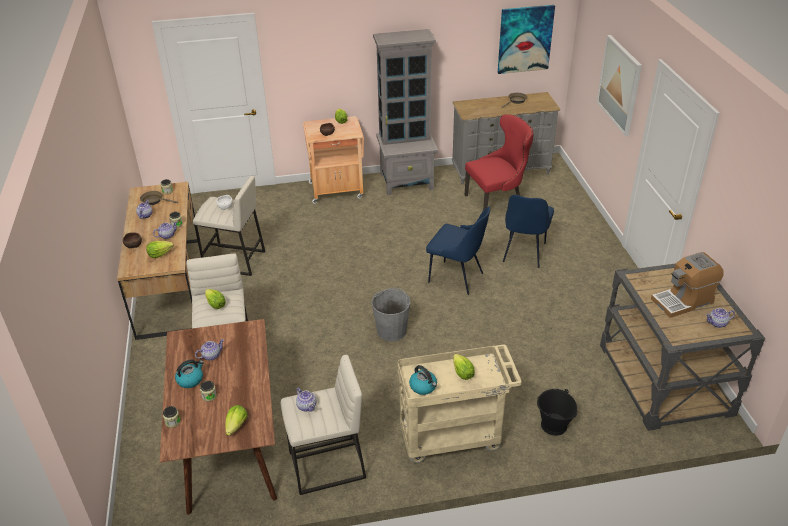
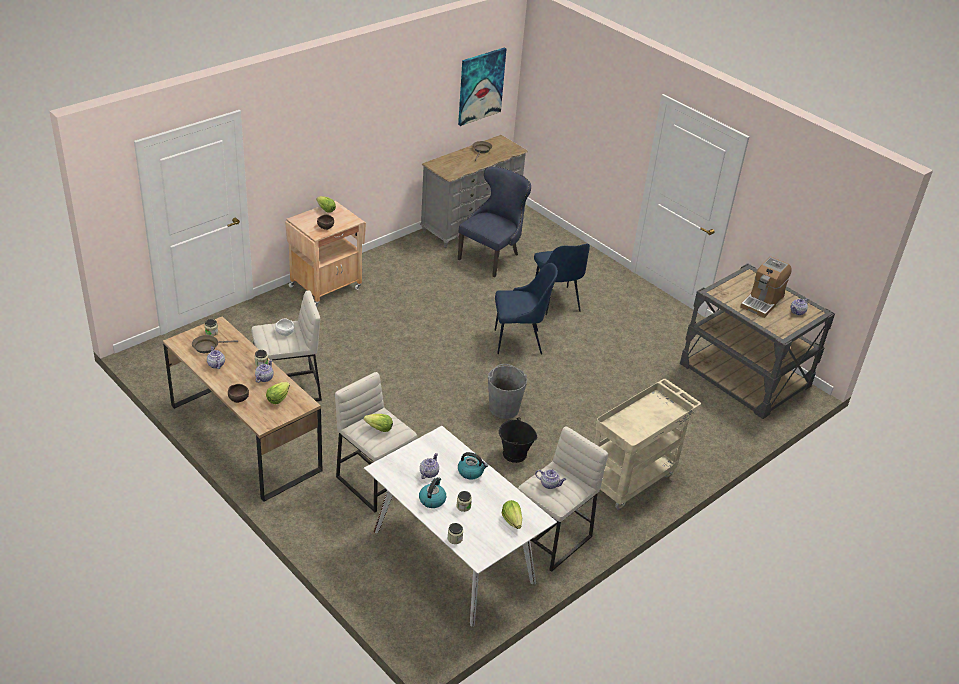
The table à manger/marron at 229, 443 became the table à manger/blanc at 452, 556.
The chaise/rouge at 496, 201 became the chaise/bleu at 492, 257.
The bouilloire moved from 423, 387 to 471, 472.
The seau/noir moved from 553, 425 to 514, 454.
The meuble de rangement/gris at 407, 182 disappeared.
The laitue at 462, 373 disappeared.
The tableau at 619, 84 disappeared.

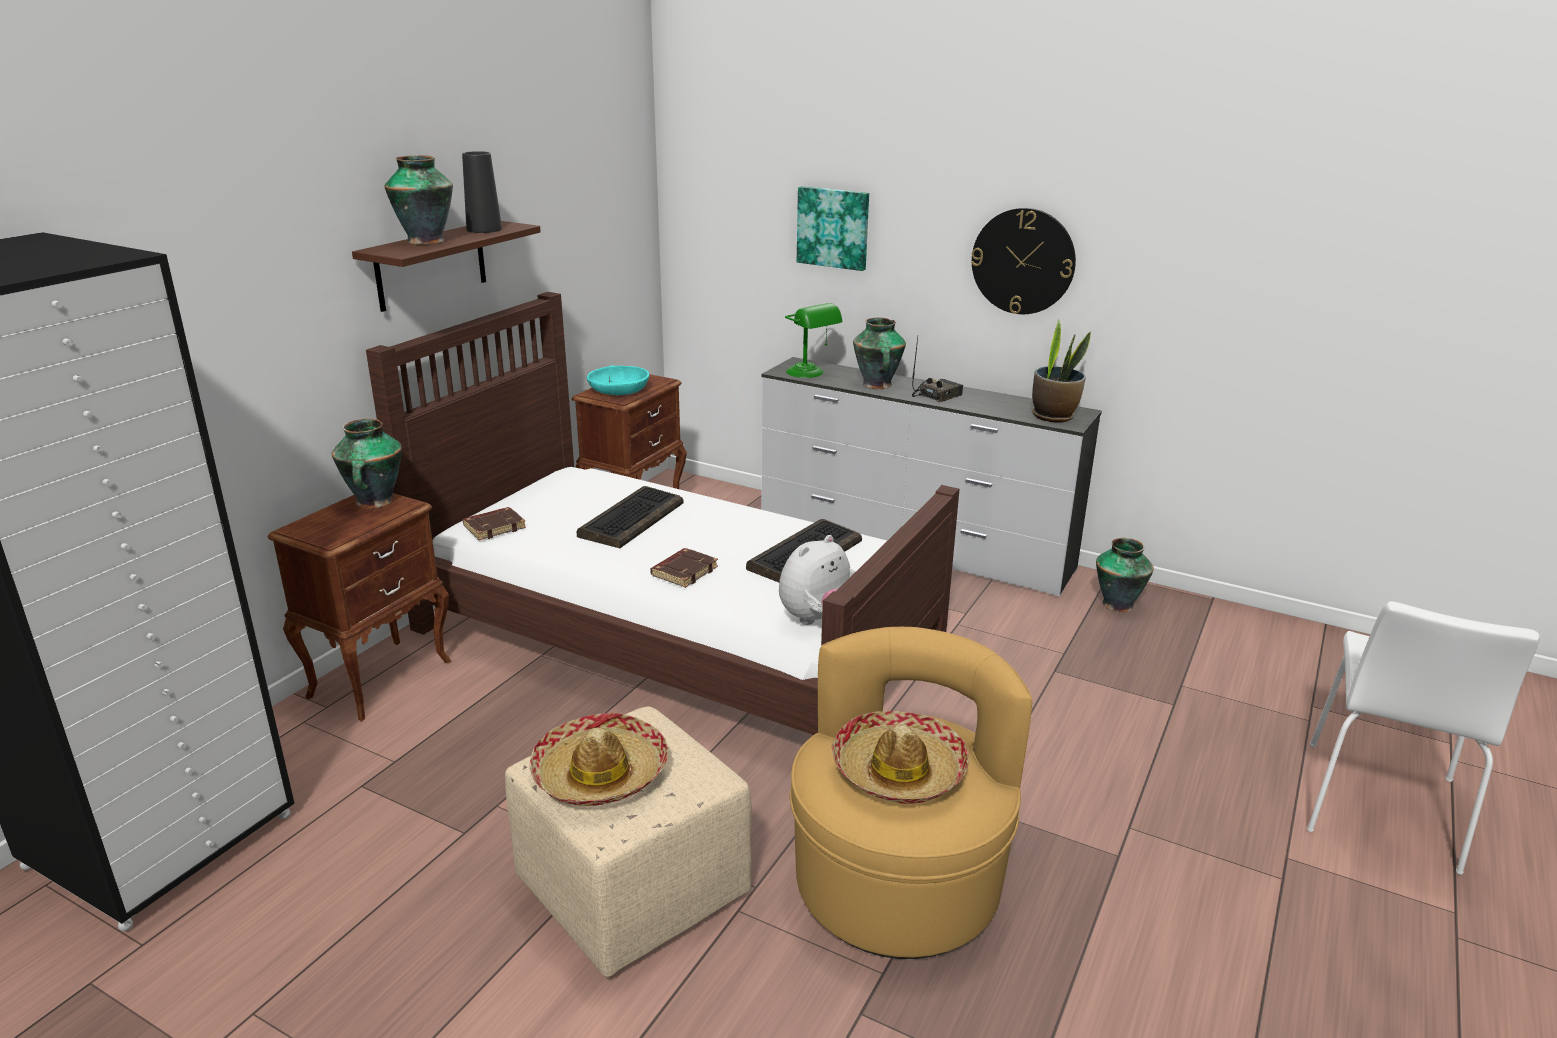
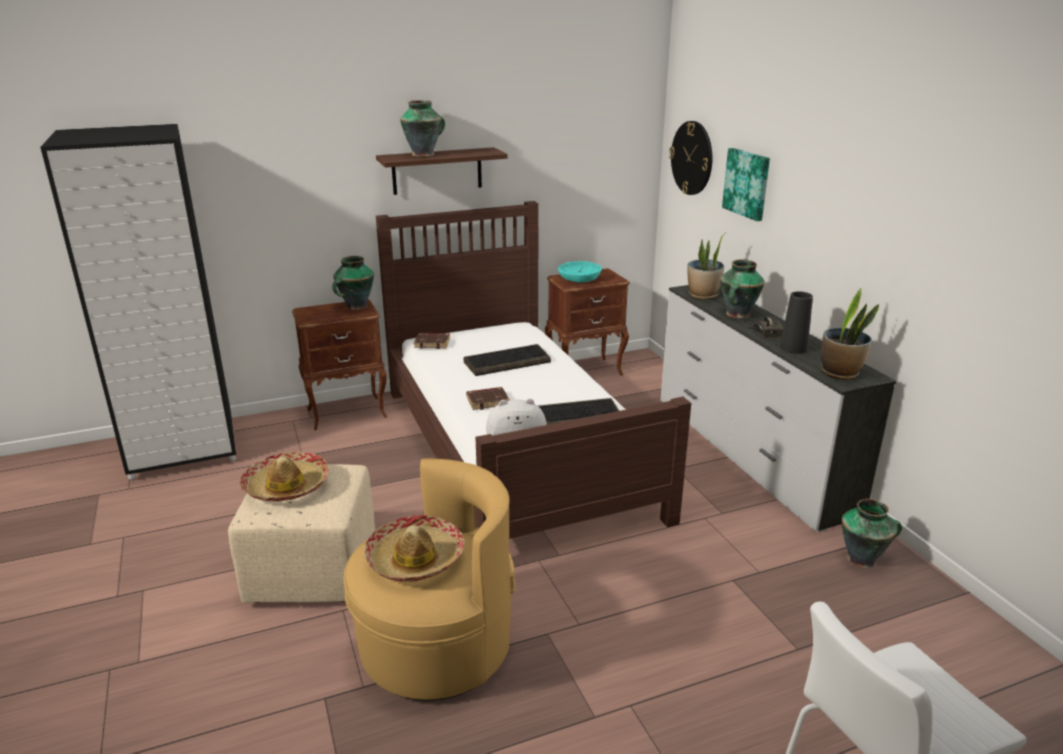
The horloge murale moved from 1023, 261 to 692, 158.
The lampe de table/vert at 810, 373 was replaced by the plante en pot at 703, 295.
The vase/noir moved from 484, 229 to 793, 348.

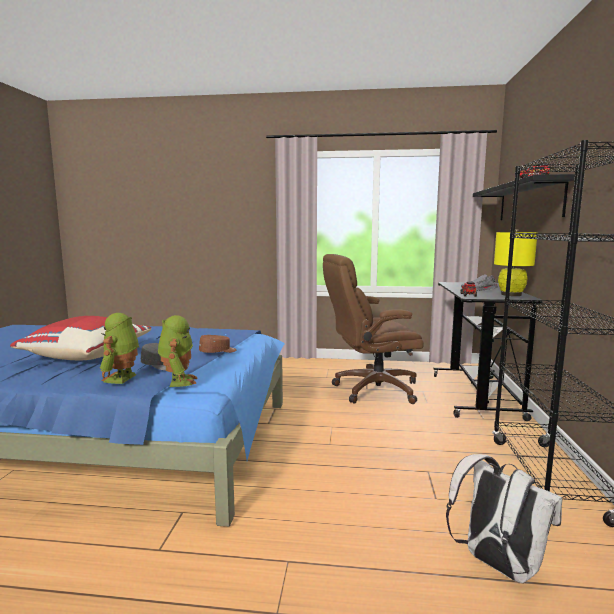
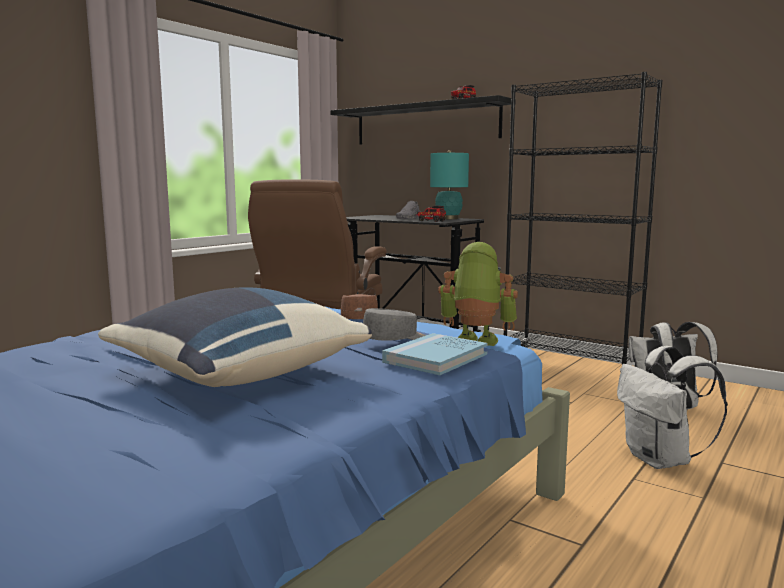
The coussin/rouge at 86, 356 became the coussin/bleu at 235, 374.
The robot jouet at 122, 379 was replaced by the livre/bleu at 435, 358.
The lampe de table/jaune at 511, 294 became the lampe de table/turquoise at 448, 218.
The sac à dos/blanc at 661, 460 appeared.

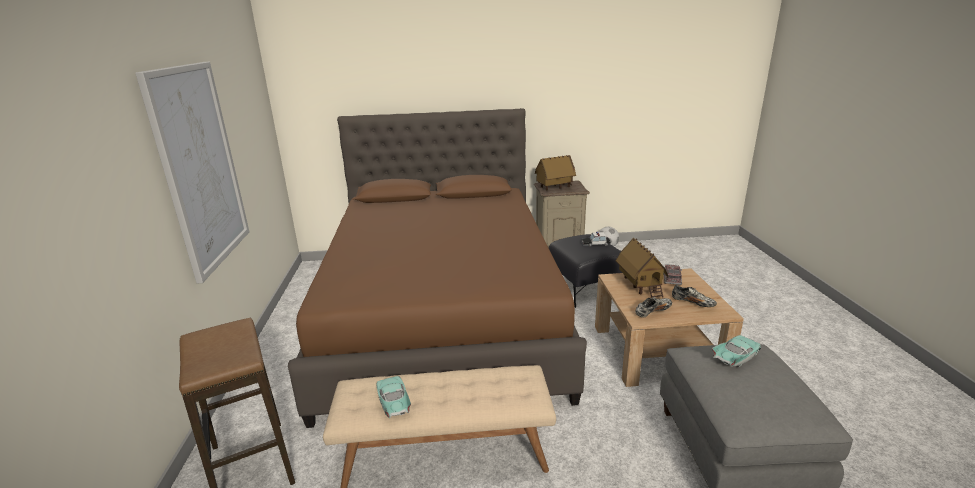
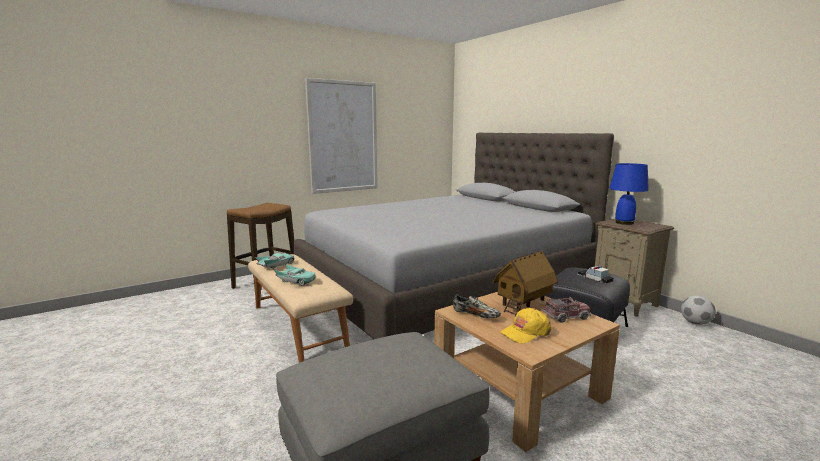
The petite voiture/turquoise moved from 735, 357 to 295, 280.
The lit/marron at 443, 314 became the lit/gris at 447, 286.
The chaussure at 693, 303 was replaced by the casquette/jaune at 525, 332.
The maison miniature at 555, 187 was replaced by the lampe de table/bleu at 624, 222.

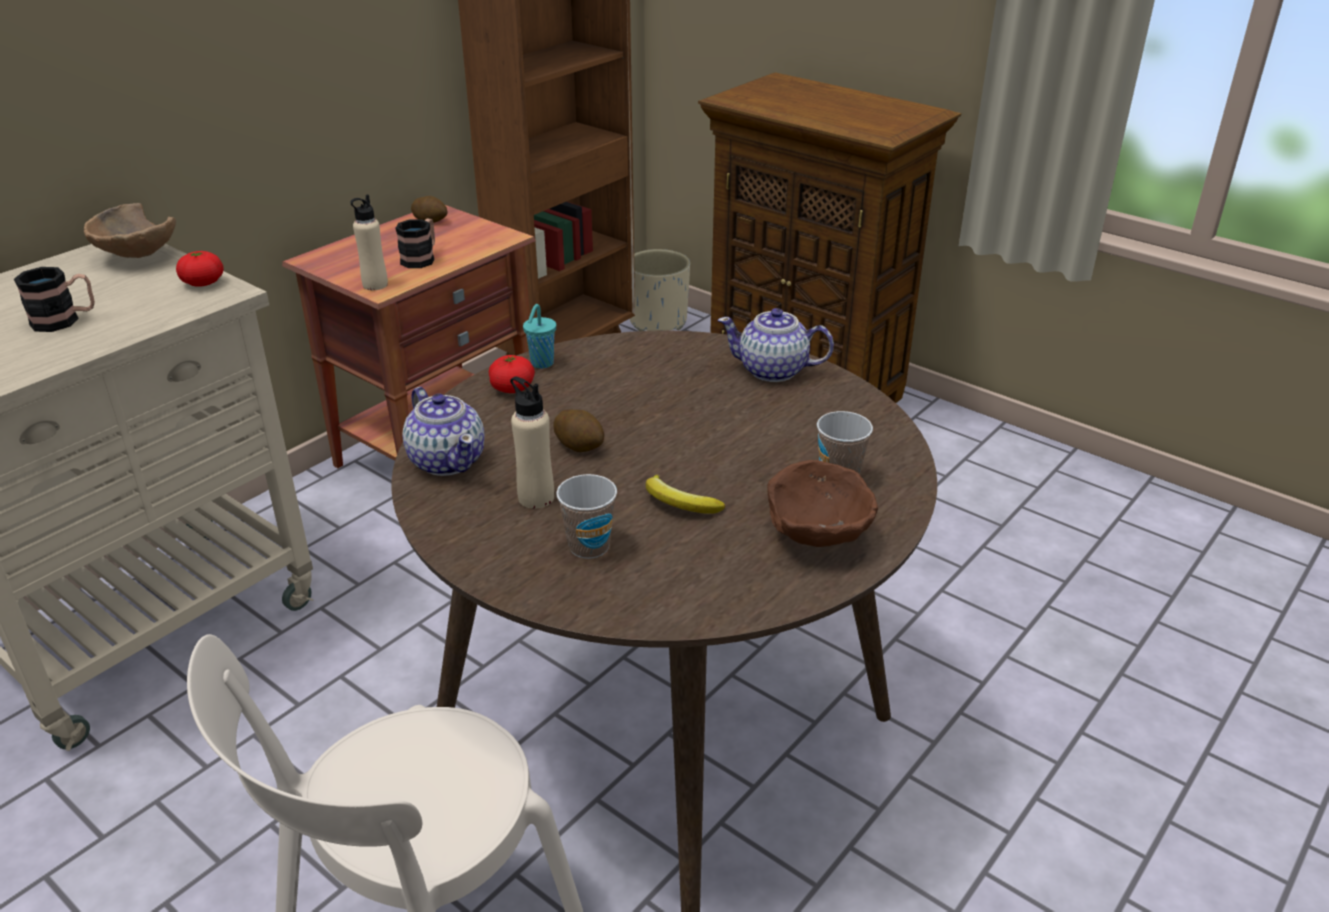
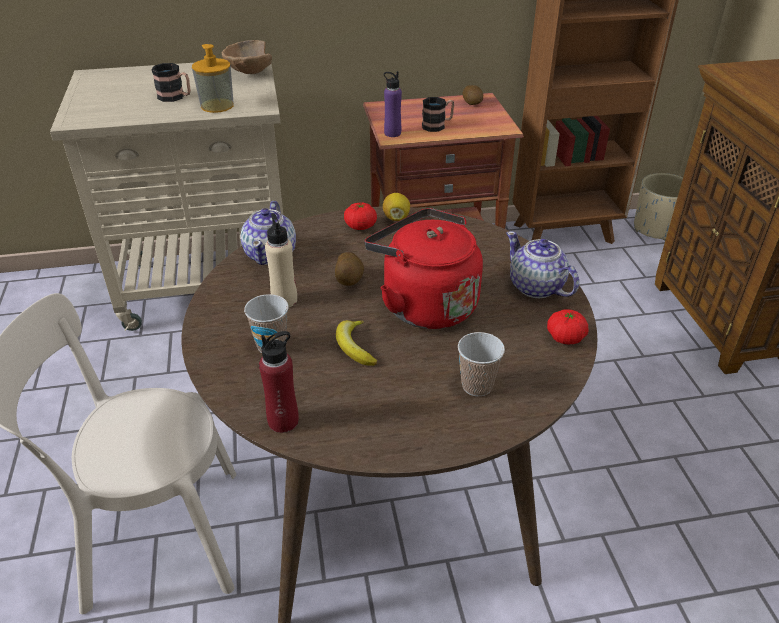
The distributeur de savon at 217, 105 appeared.
The bouteille/rouge at 283, 421 appeared.
The bouilloire/rouge at 424, 304 appeared.
The tasse/turquoise at 541, 364 was replaced by the citron at 396, 218.
The bouteille/beige at 375, 285 became the bouteille/violet at 392, 133.
The tomate moved from 203, 283 to 565, 338.
The bol/marron at 820, 537 disappeared.

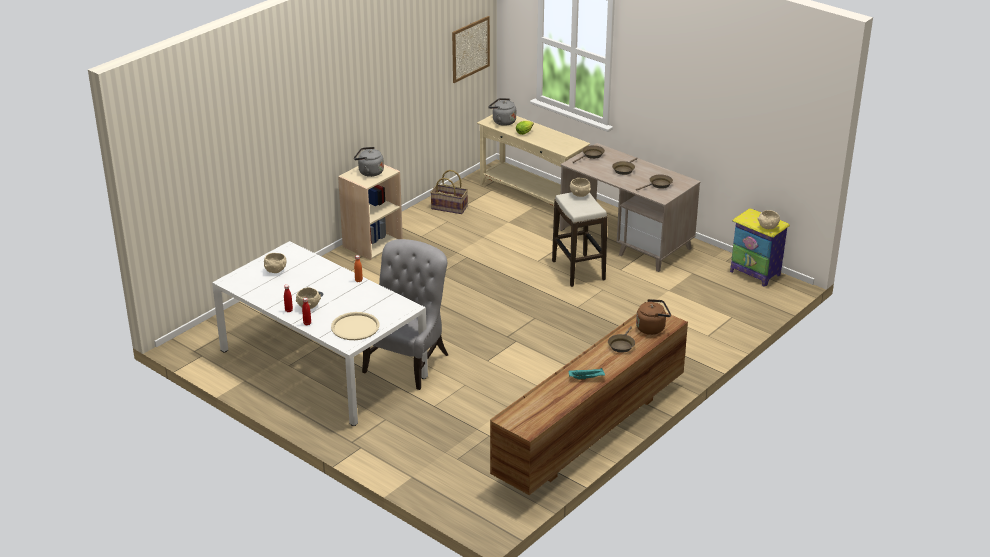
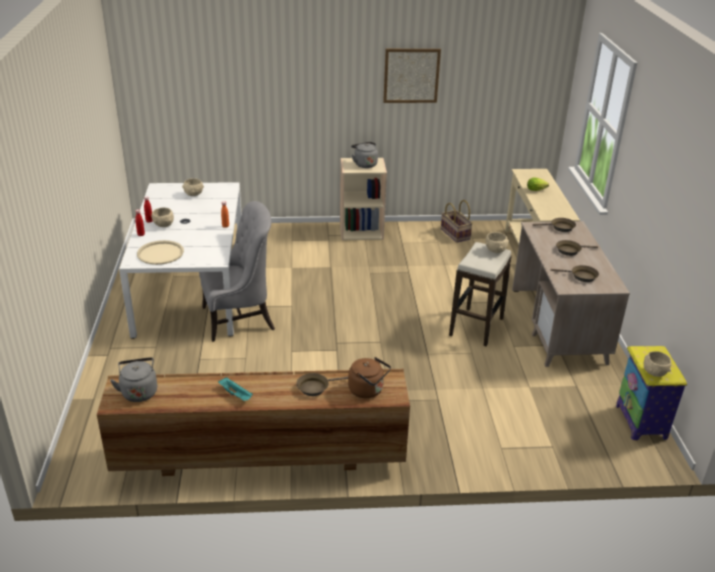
The bouilloire/gris moved from 502, 121 to 139, 391.
The tableau moved from 470, 48 to 411, 75.

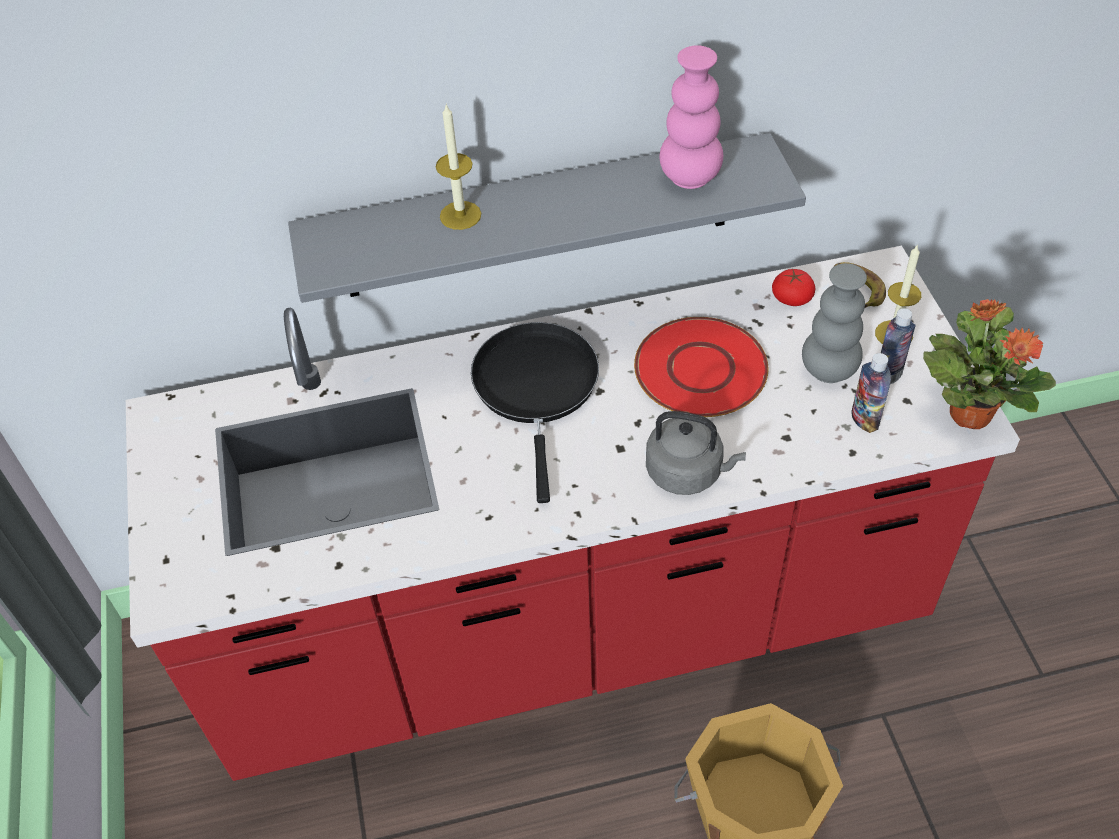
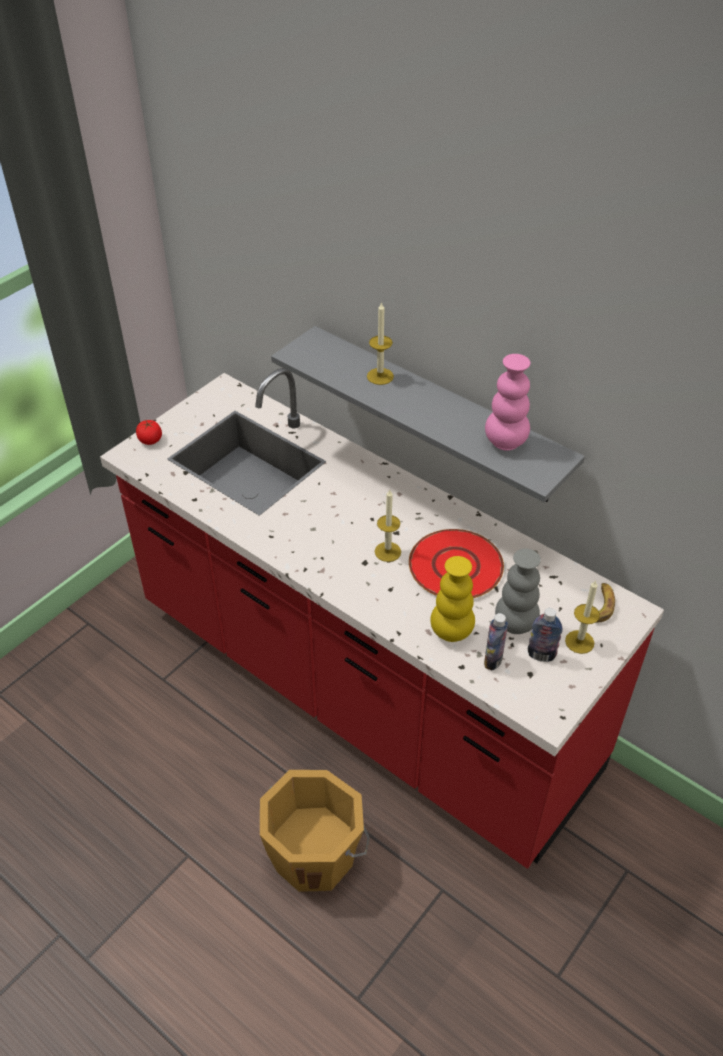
The tomate moved from 792, 298 to 150, 439.
The bougie at 387, 551 appeared.
The vase/jaune at 451, 632 appeared.
The poêle/noir at 536, 388 disappeared.
The bouilloire/gris at 688, 472 disappeared.
The plante en pot at 969, 413 disappeared.

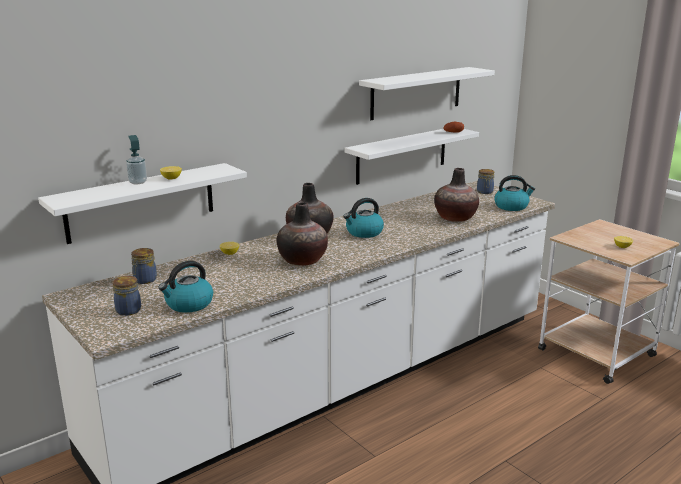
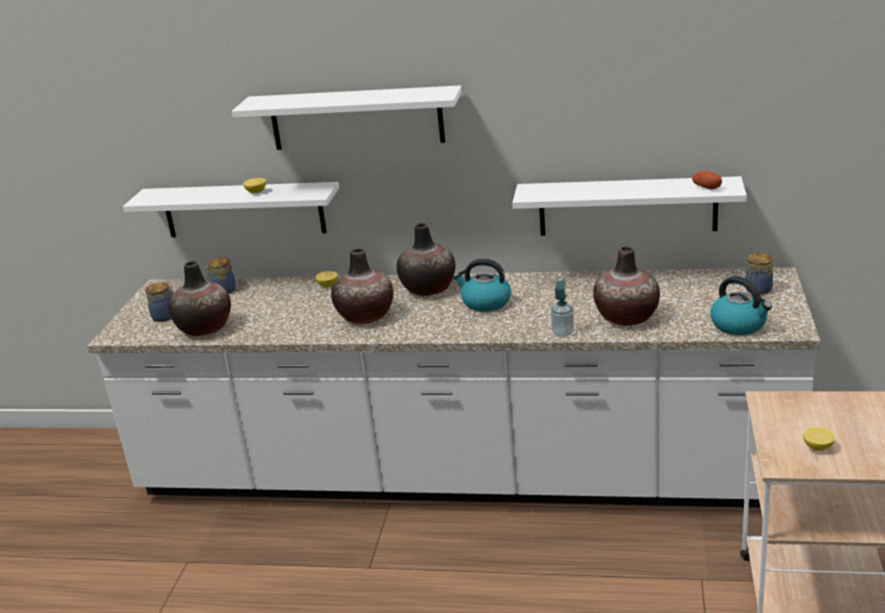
The bouilloire at 188, 304 was replaced by the vase at 205, 328.
The étagère/blanc moved from 416, 93 to 356, 118.
The distributeur de savon moved from 138, 182 to 563, 333.

